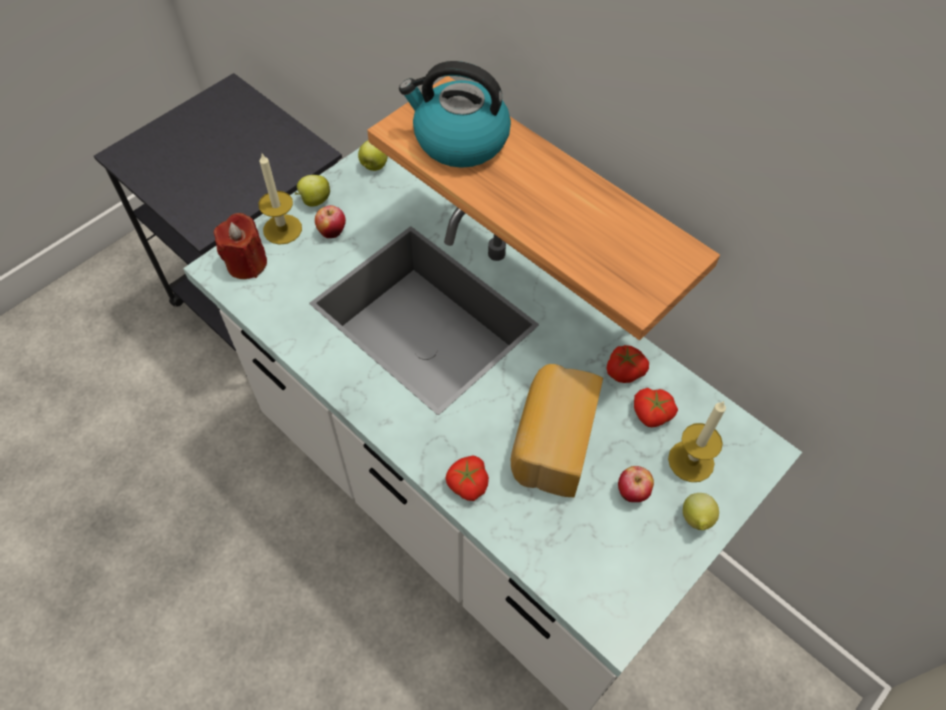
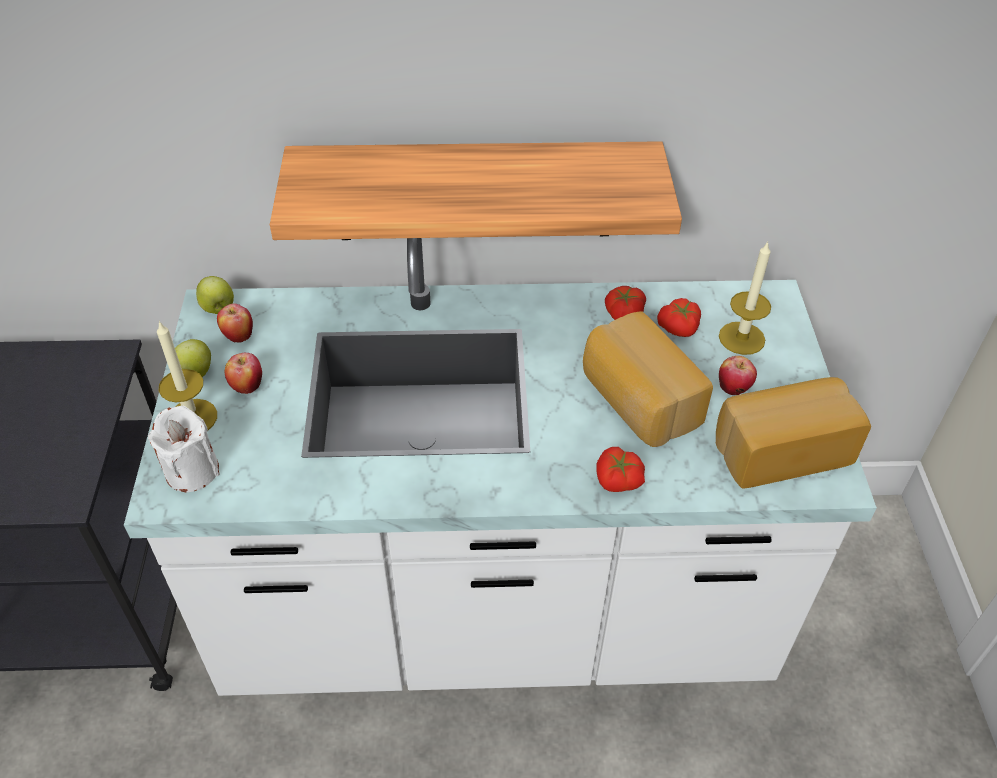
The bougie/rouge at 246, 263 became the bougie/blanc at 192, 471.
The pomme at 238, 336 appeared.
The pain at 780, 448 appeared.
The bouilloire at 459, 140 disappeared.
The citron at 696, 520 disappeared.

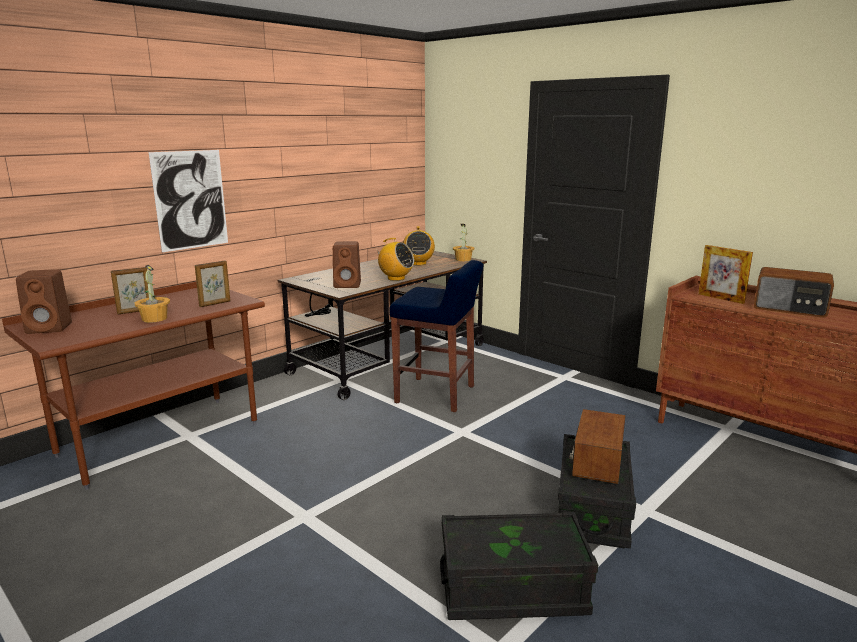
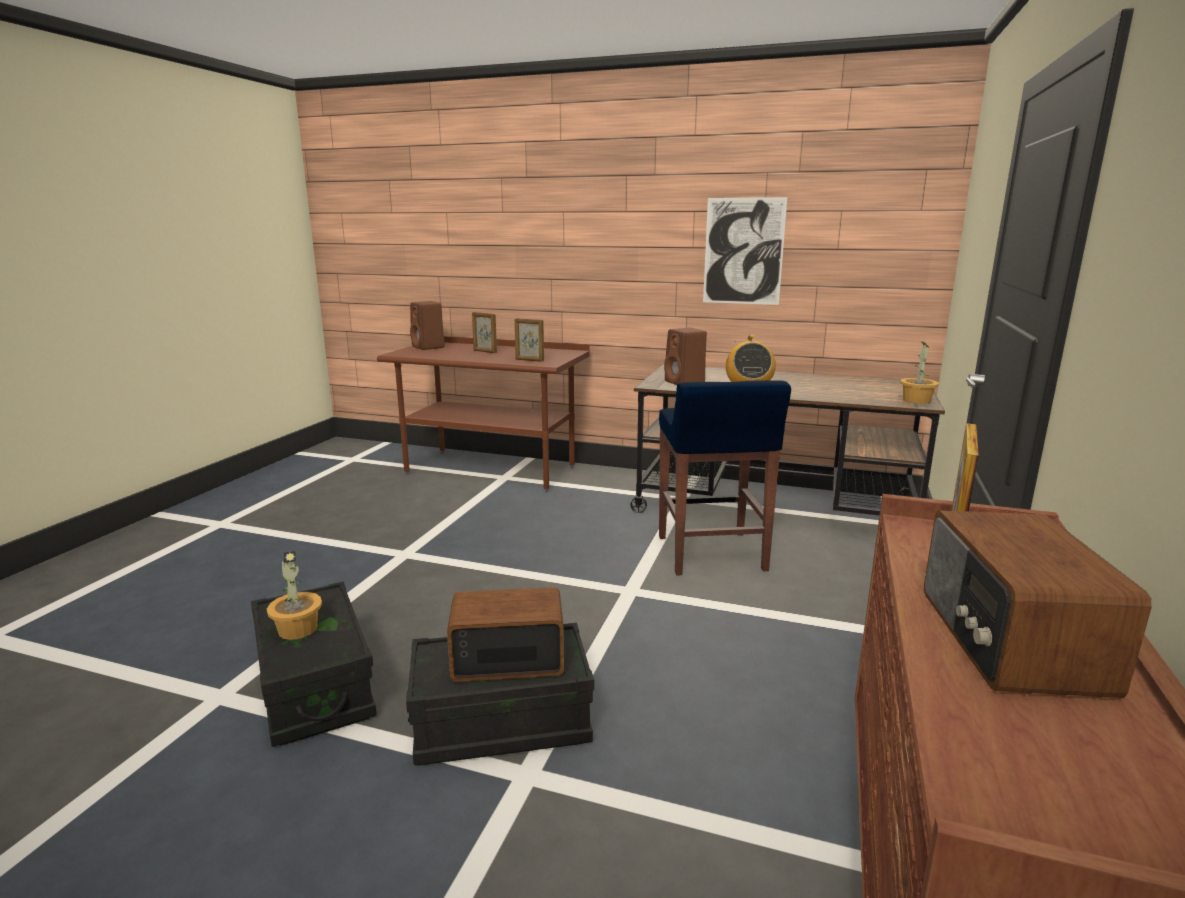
The plante en pot moved from 154, 318 to 298, 629.
The tableau moved from 190, 200 to 743, 251.
The radio at 418, 263 disappeared.

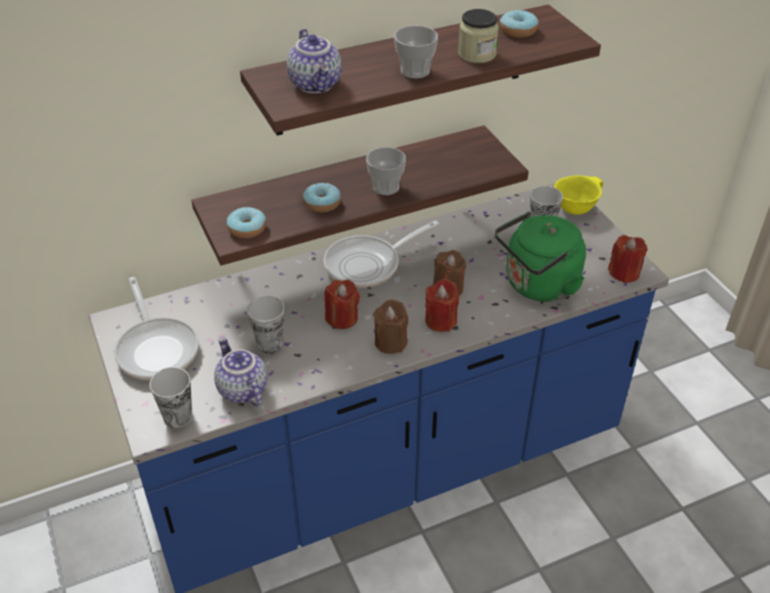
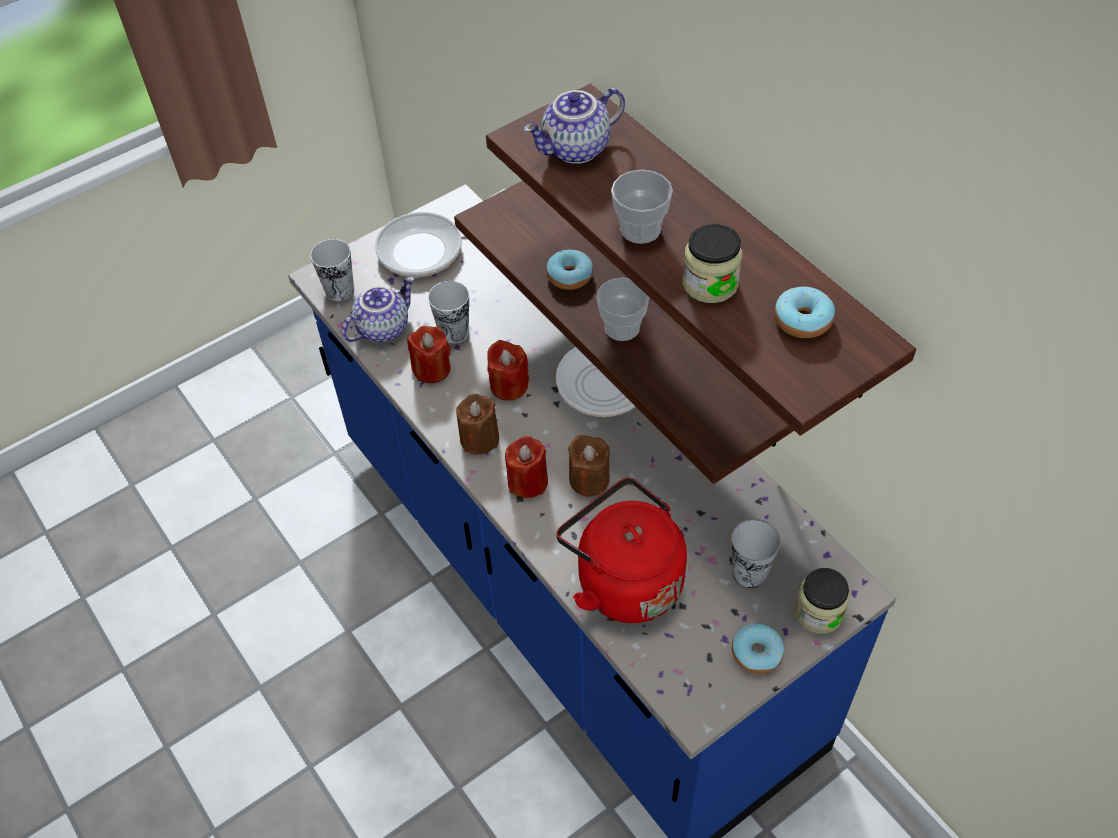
The bougie/rouge moved from 624, 273 to 432, 369.
The bouilloire/vert at 538, 285 became the bouilloire/rouge at 624, 580.
The beignet moved from 247, 228 to 756, 653.
The bol/jaune at 575, 208 was replaced by the bocal at 818, 612.

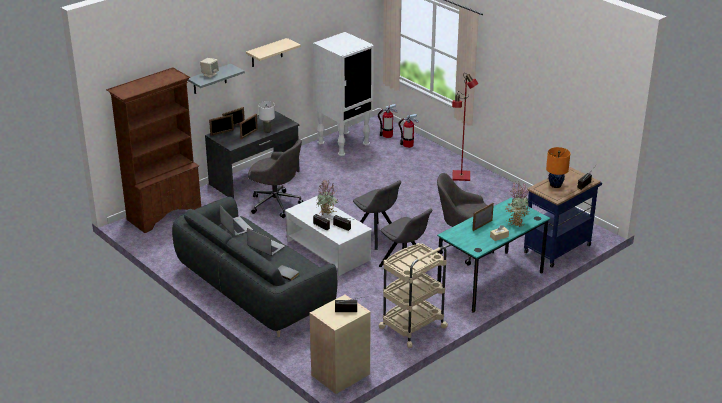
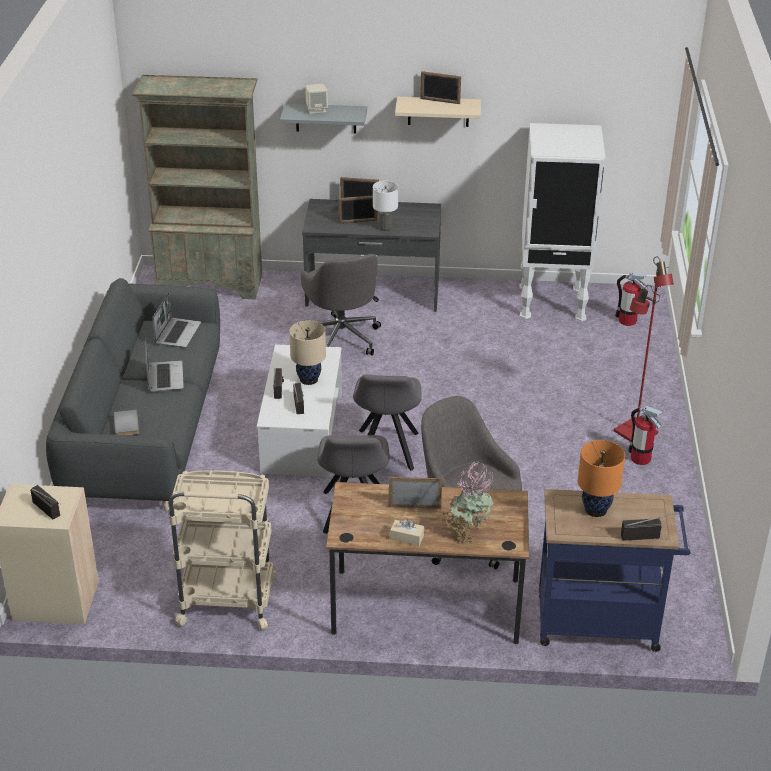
The bibliothèque/marron at 164, 214 became the bibliothèque/vert at 210, 283.
The plante en pot at 327, 215 was replaced by the lampe de table/beige at 308, 379.
The bureau/turquoise at 490, 281 became the bureau/marron at 426, 606.
The cadre photo moved from 222, 132 to 440, 101.
The extincteur moved from 408, 145 to 640, 458.

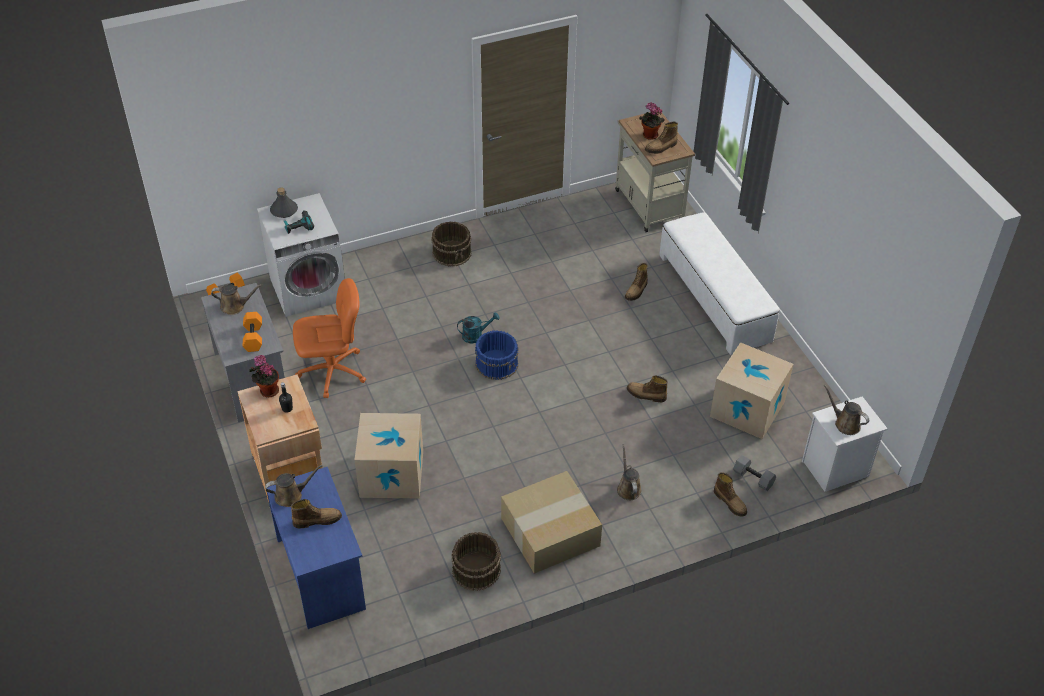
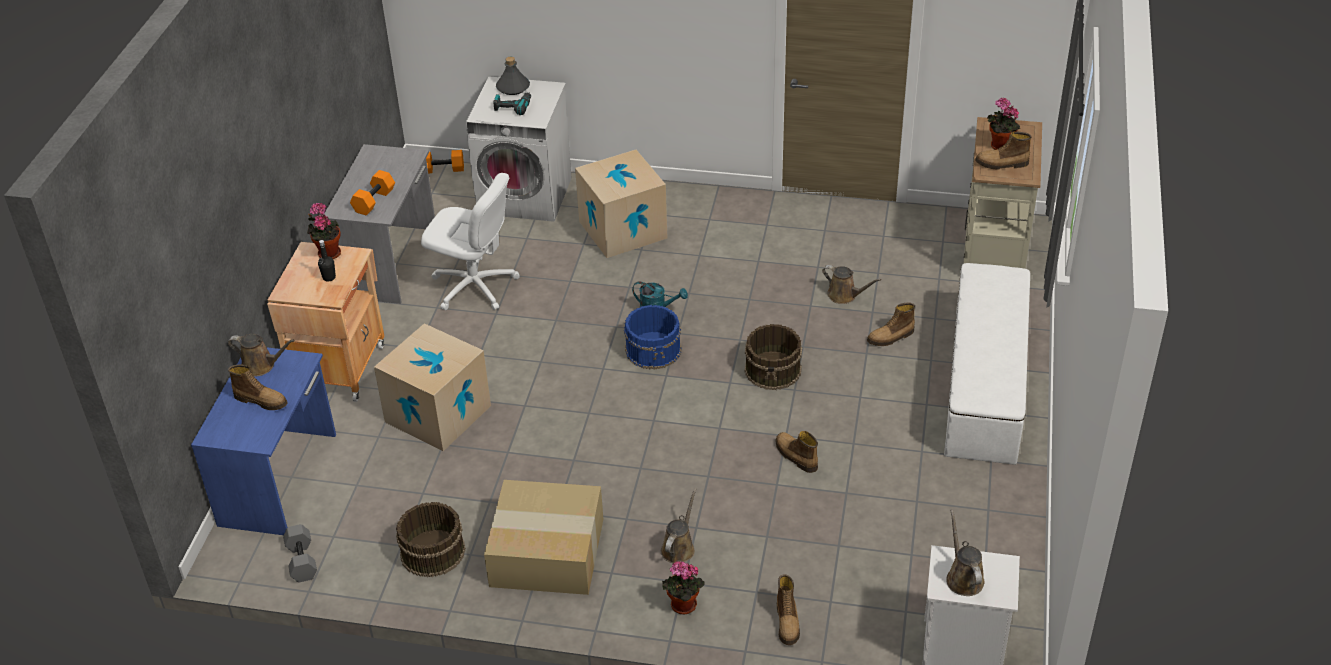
The haltère/gris moved from 752, 478 to 301, 561.
The chaise de bureau/orange at 332, 371 became the chaise de bureau/blanc at 474, 286.
The carton moved from 747, 409 to 623, 230.
The plante en pot at 682, 607 appeared.
The seau/marron moved from 452, 252 to 773, 370.
The arrosoir/marron moved from 235, 306 to 844, 295.

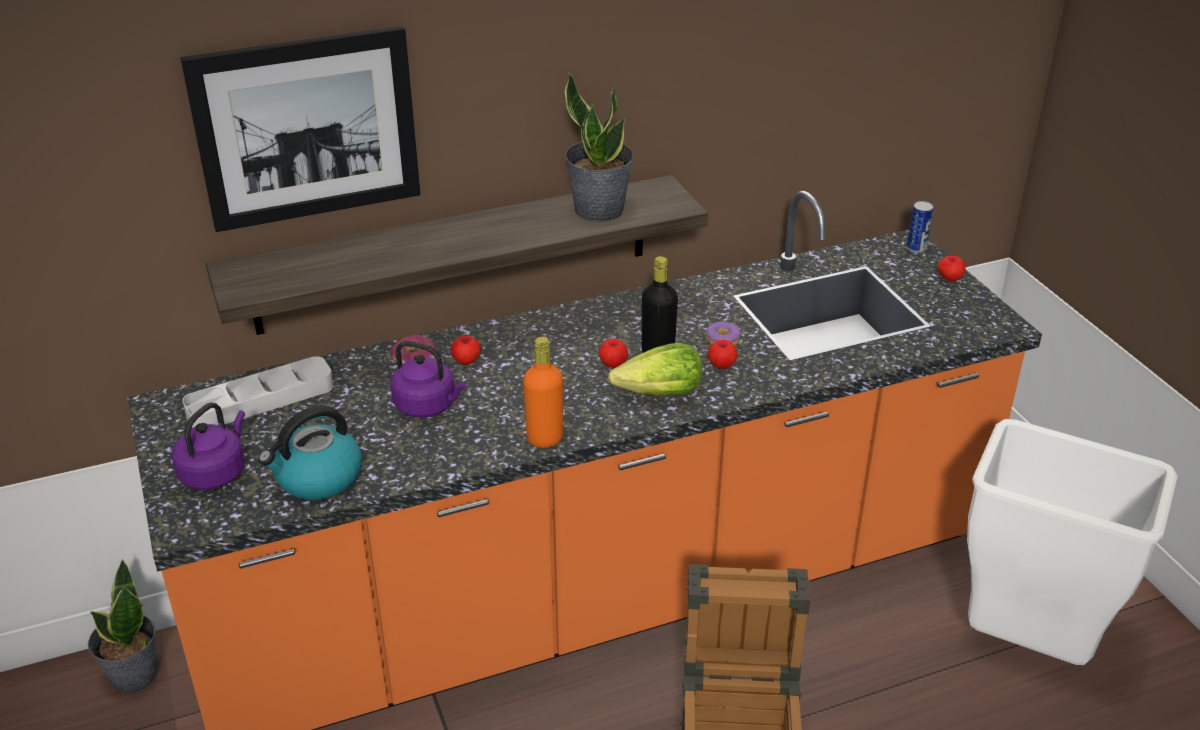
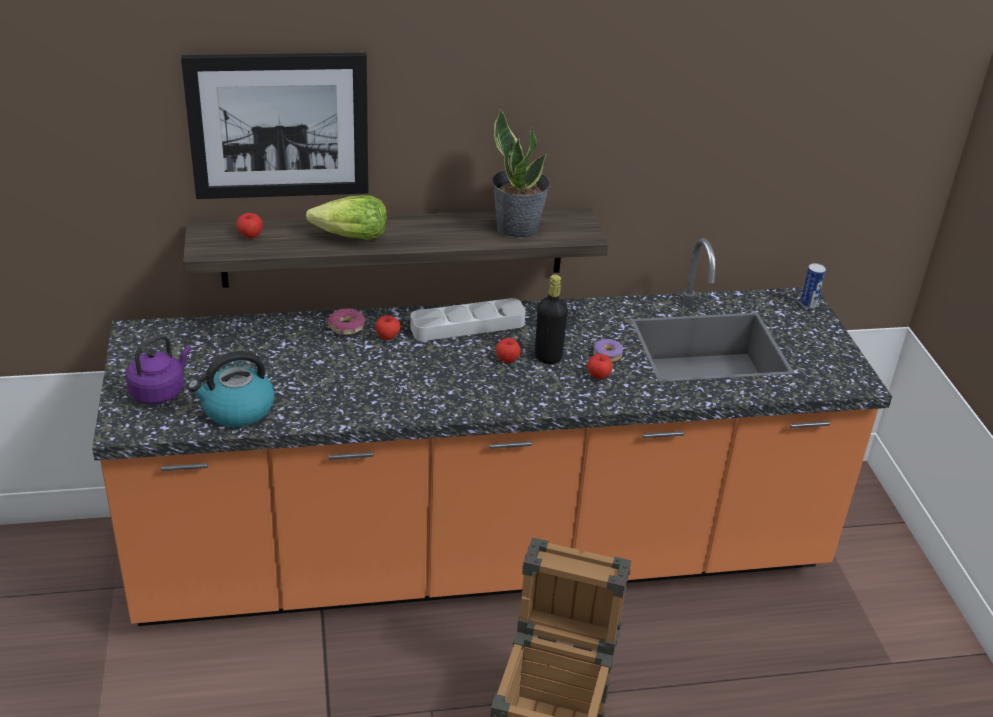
The pomme moved from 949, 279 to 250, 236.
The laitue moved from 660, 393 to 351, 237.
The plateau/gris moved from 260, 400 to 467, 325.
The plante en pot at 133, 676 disappeared.
The bouilloire/violet at 428, 406 disappeared.
The bouteille/orange at 545, 438 disappeared.
The poubelle/blanc at 1028, 648 disappeared.

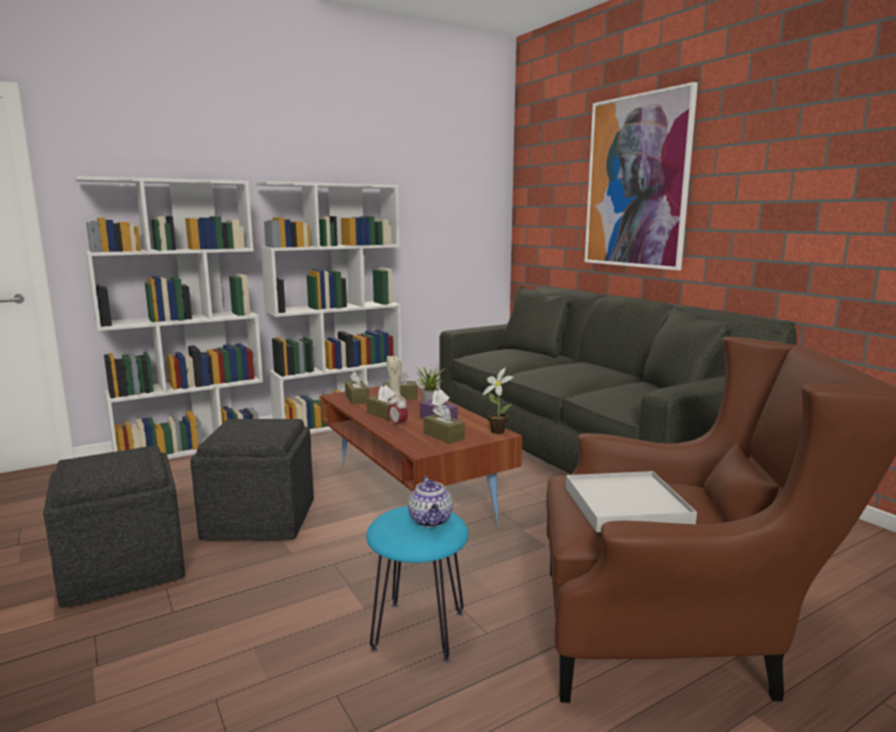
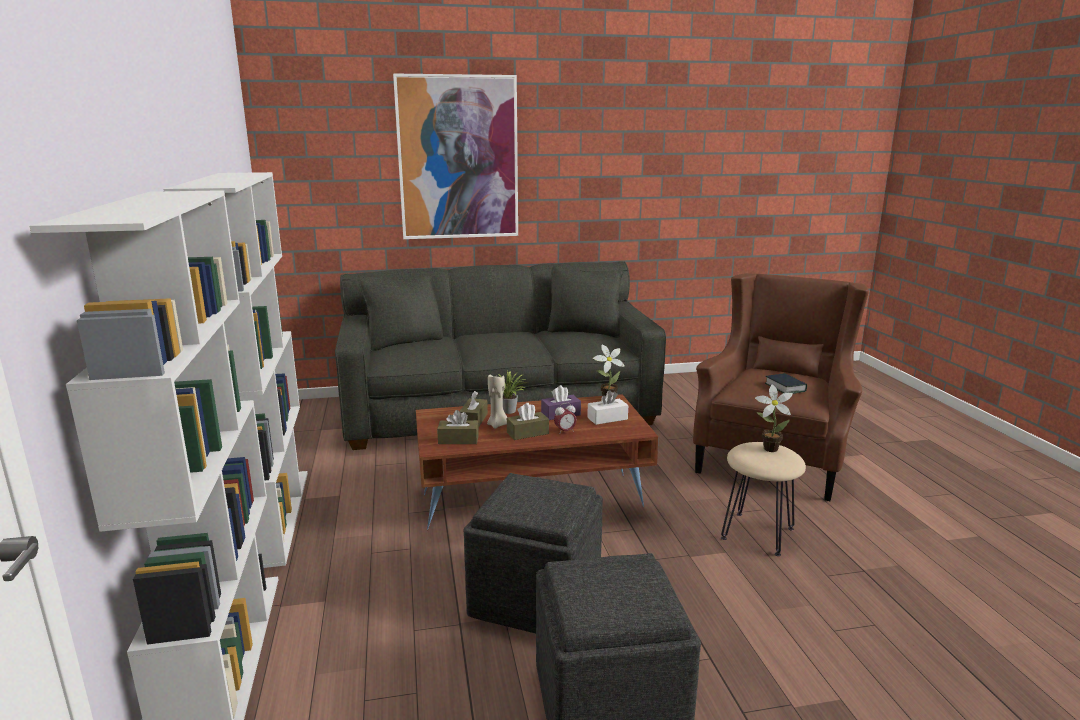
The boîte à mouchoirs/marron at 443, 436 became the boîte à mouchoirs/blanc at 607, 418.
The tabouret/turquoise at 418, 630 became the tabouret/beige at 758, 533.
The théière at 431, 521 was replaced by the plante en pot at 768, 448.
The plateau/blanc at 626, 506 was replaced by the livre at 785, 387.

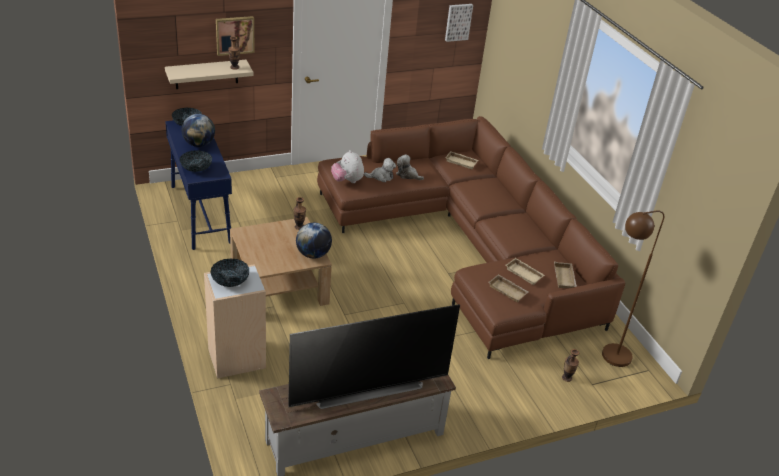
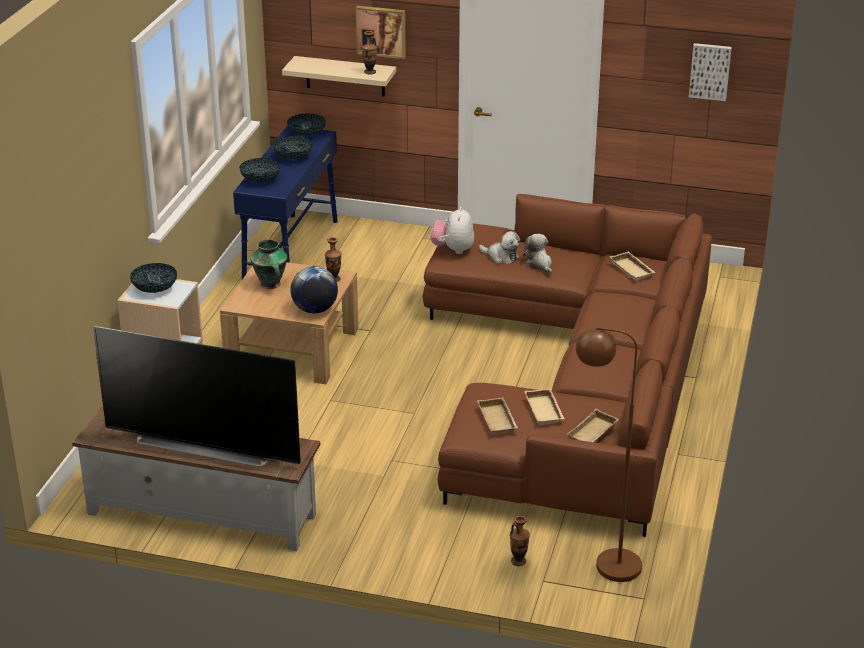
The vase at 270, 284 appeared.
The globe at 199, 144 was replaced by the bol at 293, 157.

